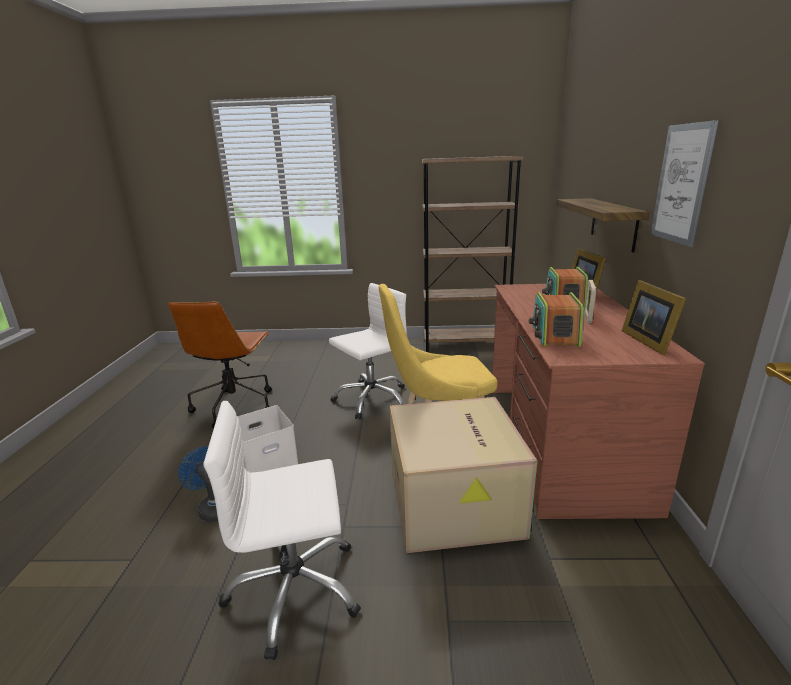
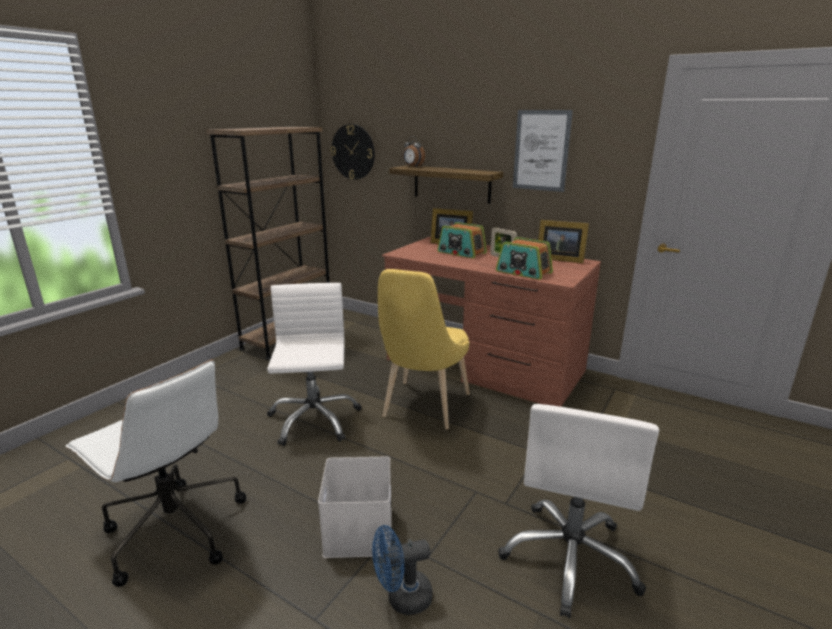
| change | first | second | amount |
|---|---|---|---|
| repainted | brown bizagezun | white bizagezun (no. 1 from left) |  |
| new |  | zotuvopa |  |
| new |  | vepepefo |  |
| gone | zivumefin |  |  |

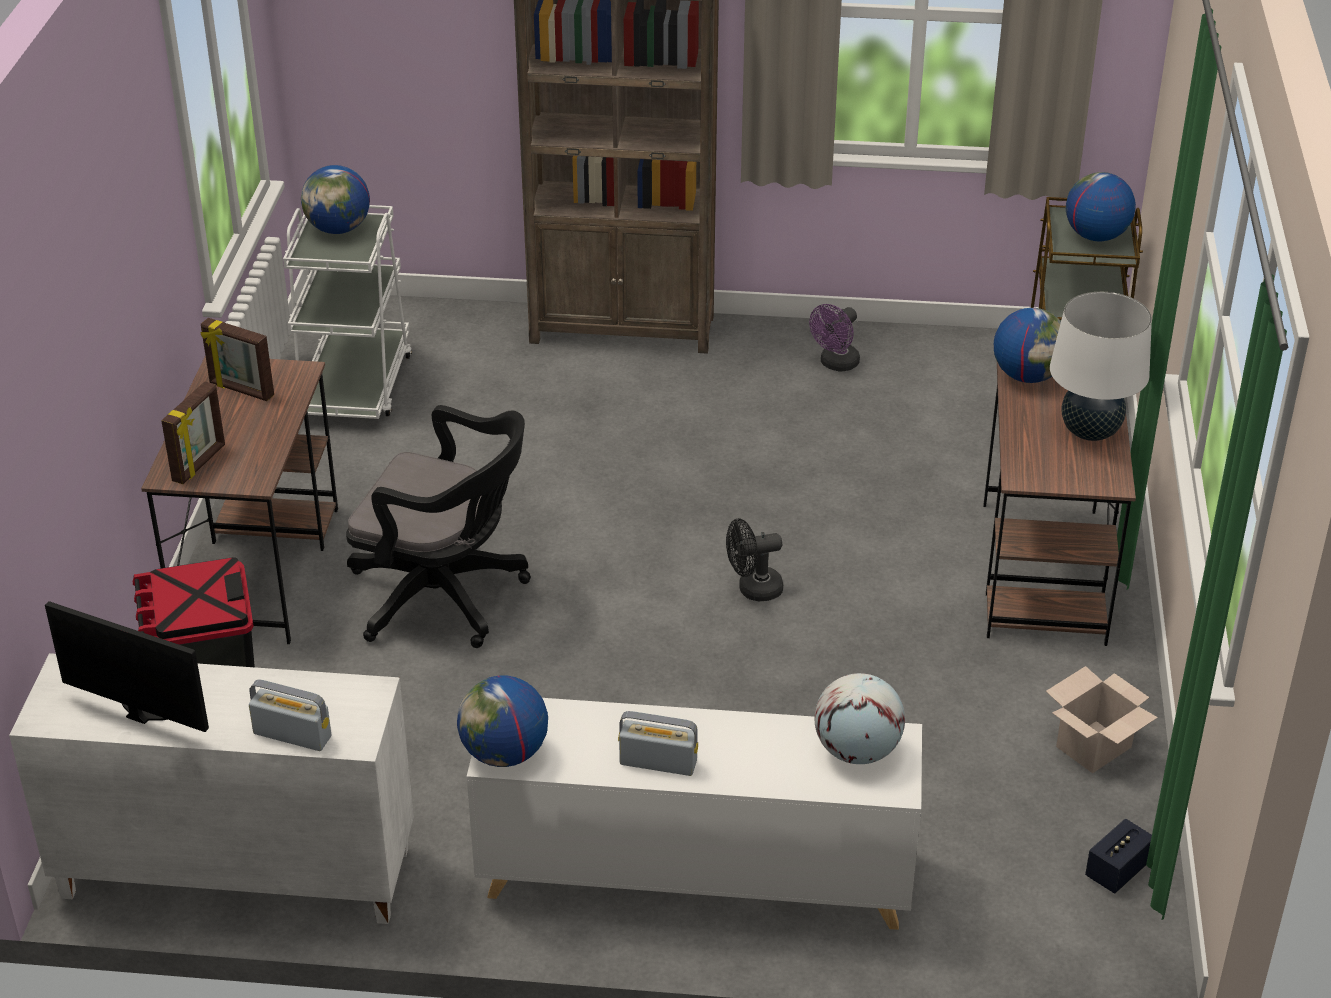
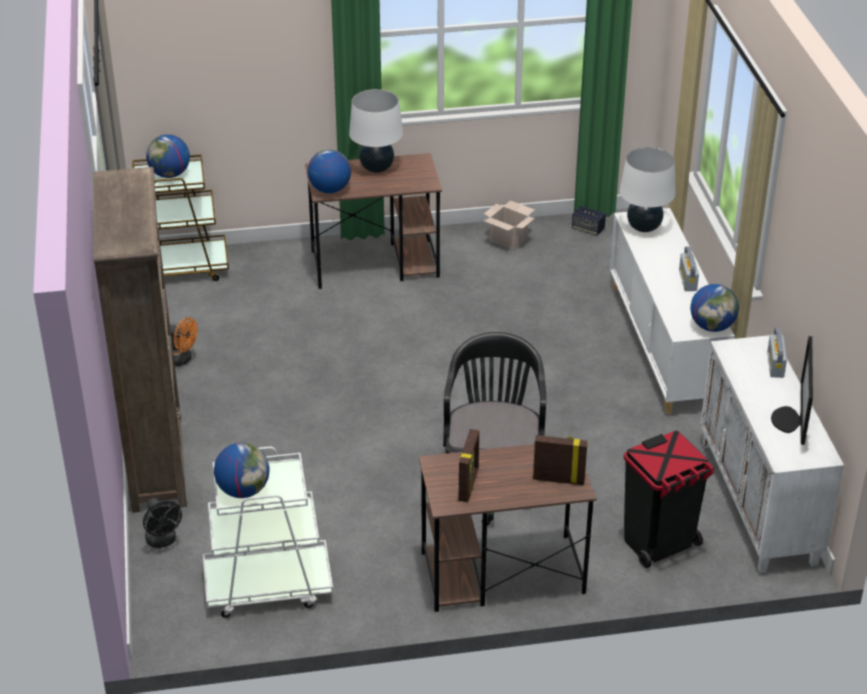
| change | first | second | amount |
|---|---|---|---|
| shifted | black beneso |  |  |
| repainted | purple beneso | orange beneso |  |
| swapped | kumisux (no. 3 from left) | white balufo (no. 2 from left) |  |

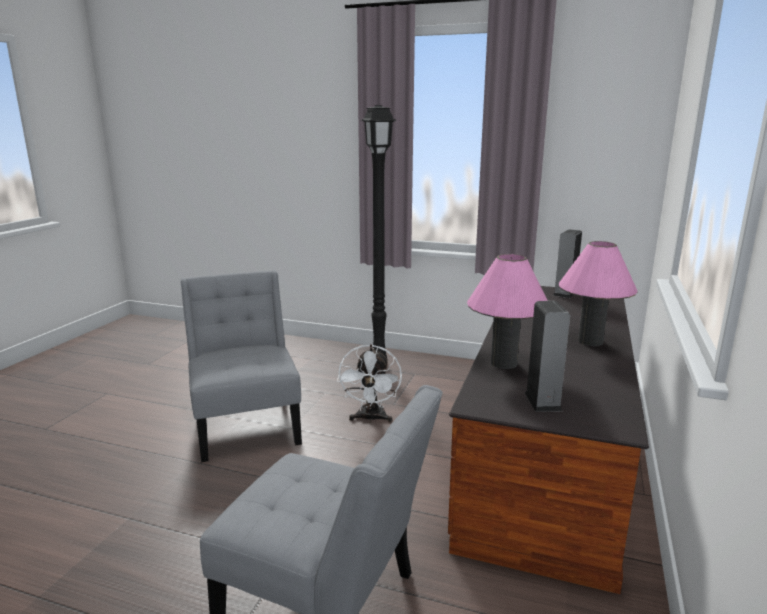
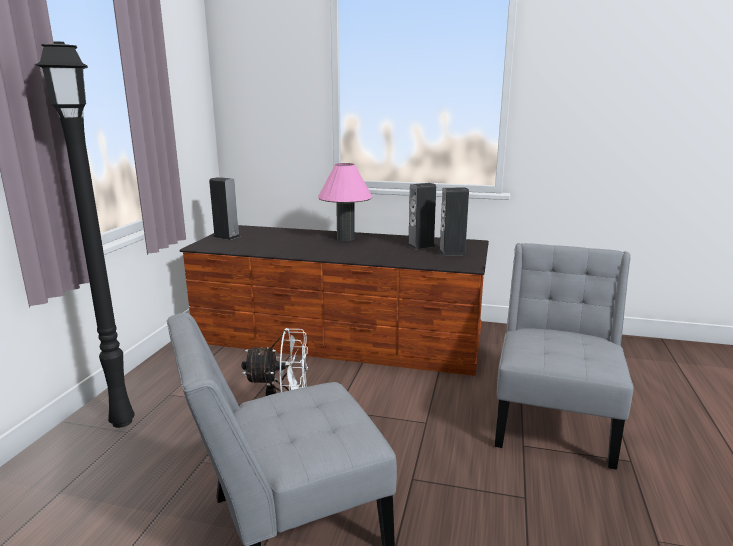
| change | first | second | amount |
|---|---|---|---|
| new |  | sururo (no. 2 from left) |  |
| gone | pink balufo (no. 1 from left) |  |  |

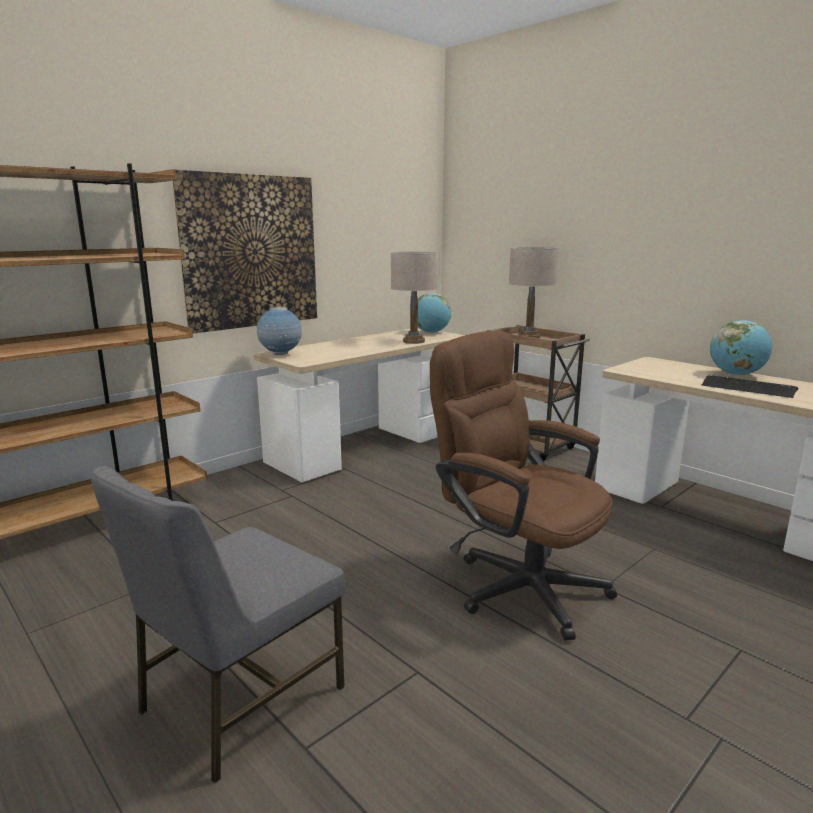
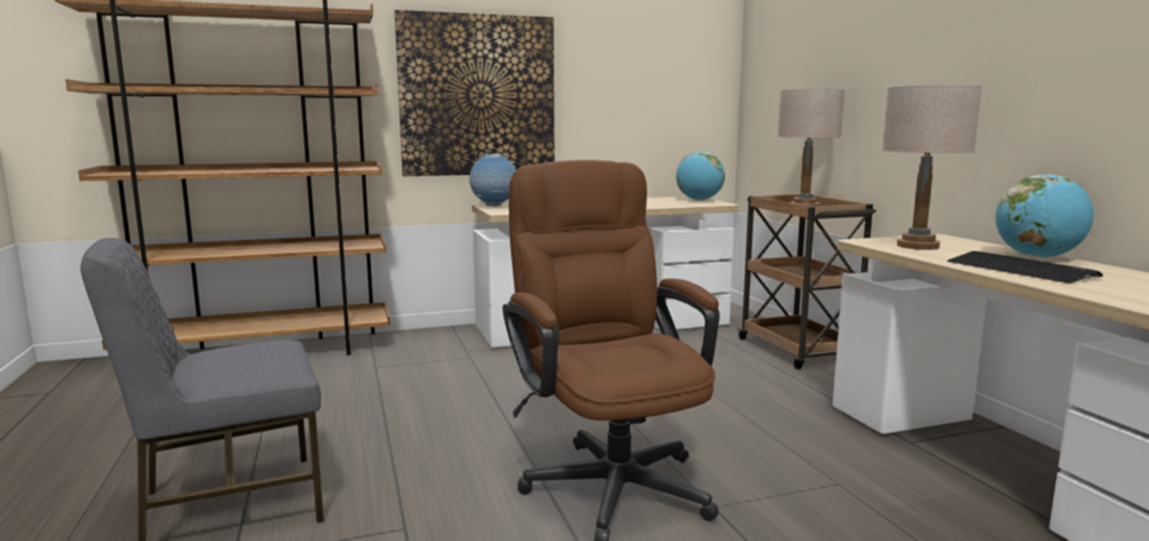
| change | first | second | amount |
|---|---|---|---|
| shifted | beige balufo (no. 1 from left in the first image) | beige balufo (no. 2 from left) |  |

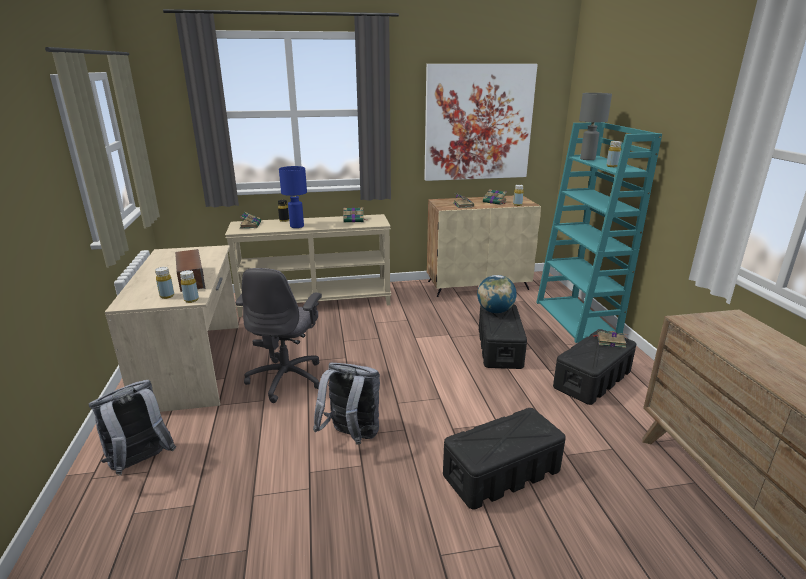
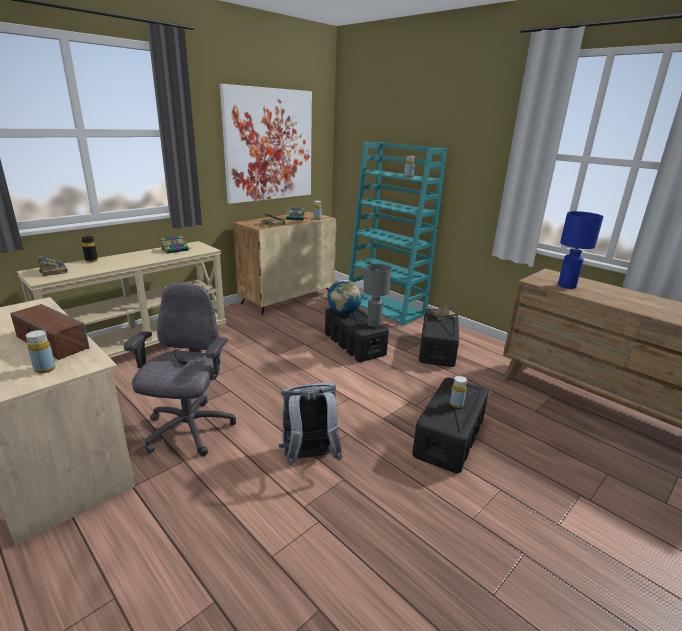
| change | first | second | amount |
|---|---|---|---|
| rotated | grey bizagezun |  | 150 degrees counterclockwise |
| shifted | grey balufo |  |  |
| shifted | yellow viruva (no. 2 from left in the first image) | yellow viruva (no. 4 from left) |  |
| shifted | blue balufo |  |  |
| gone | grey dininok (no. 1 from left) |  |  |

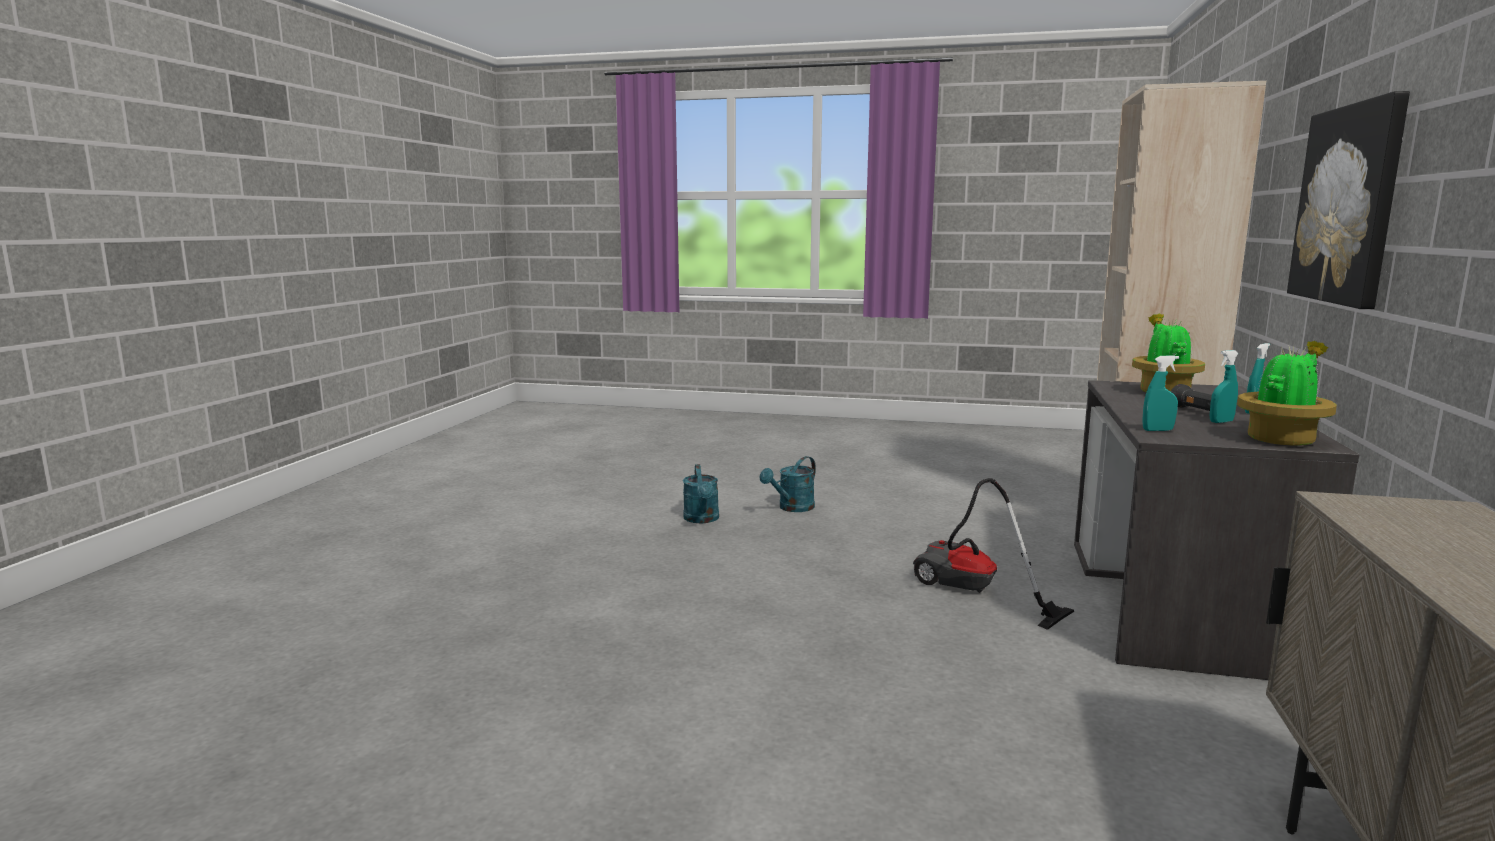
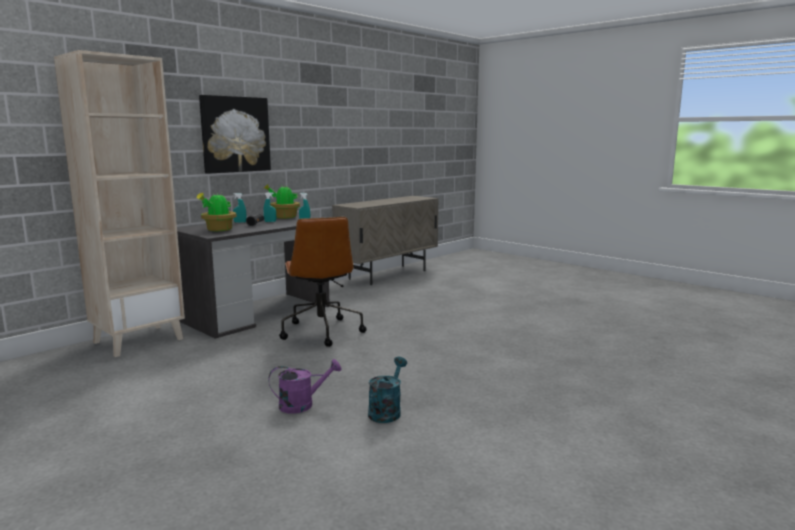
| change | first | second | amount |
|---|---|---|---|
| repainted | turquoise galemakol (no. 2 from left) | purple galemakol |  |
| swapped | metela | brown bizagezun |  |

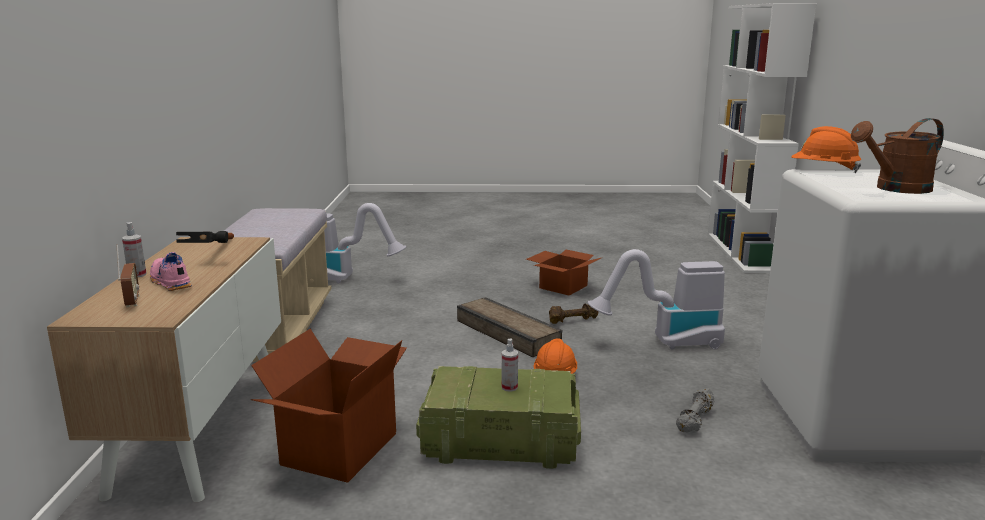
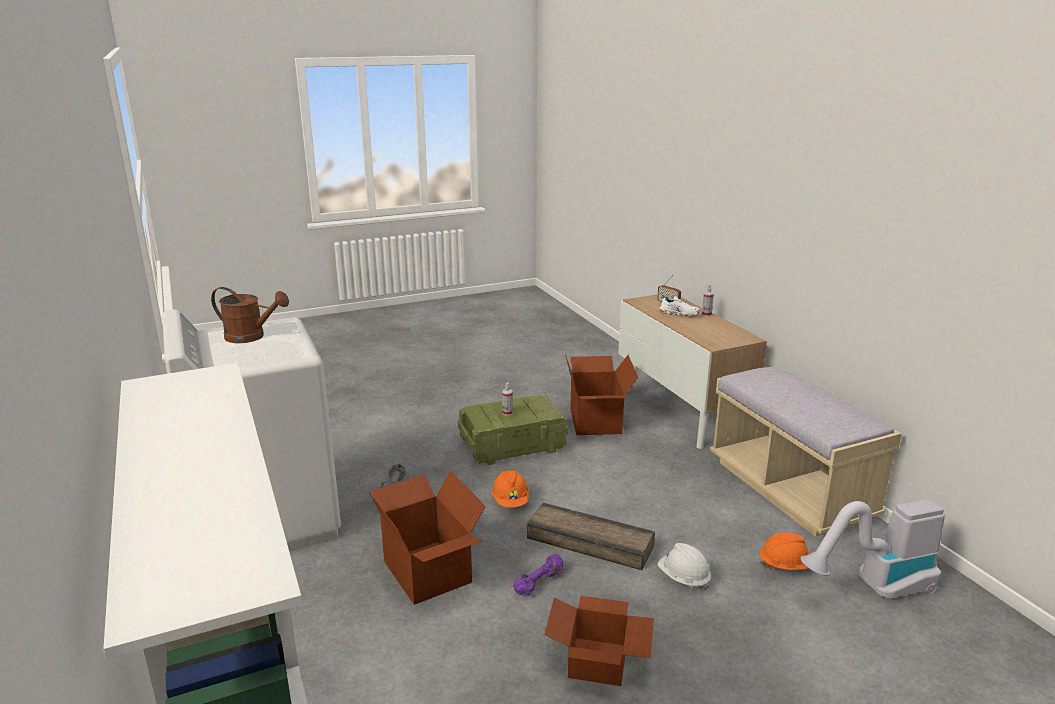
| change | first | second | amount |
|---|---|---|---|
| rotated | brown galemakol |  | 60 degrees clockwise |
| swapped | metela (no. 2 from left) | zivumefin (no. 1 from left) |  |
| repainted | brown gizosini | purple gizosini |  |
| new |  | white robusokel |  |
| repainted | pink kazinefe | white kazinefe |  |
| shifted | orange robusokel (no. 2 from left) |  |  |
| gone | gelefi |  |  |

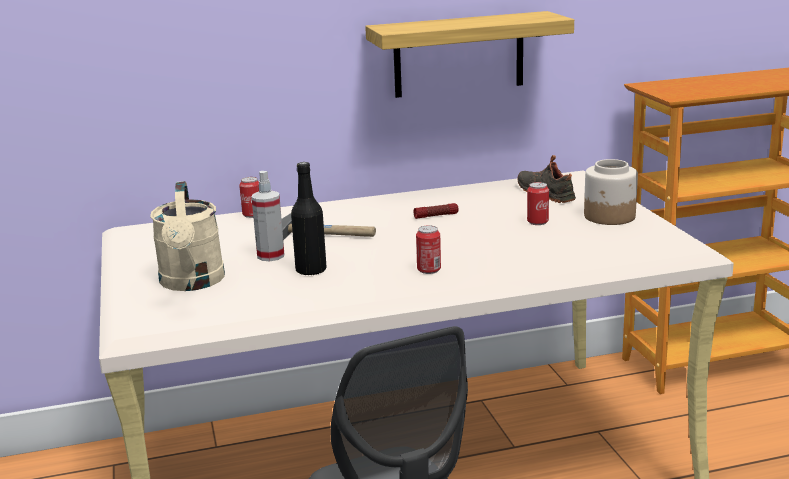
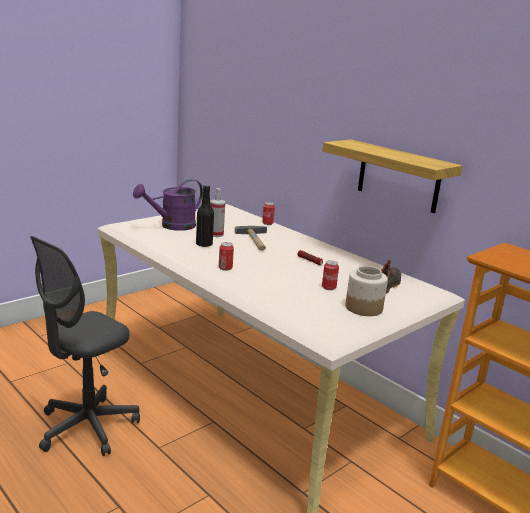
| change | first | second | amount |
|---|---|---|---|
| repainted | beige galemakol | purple galemakol |  |

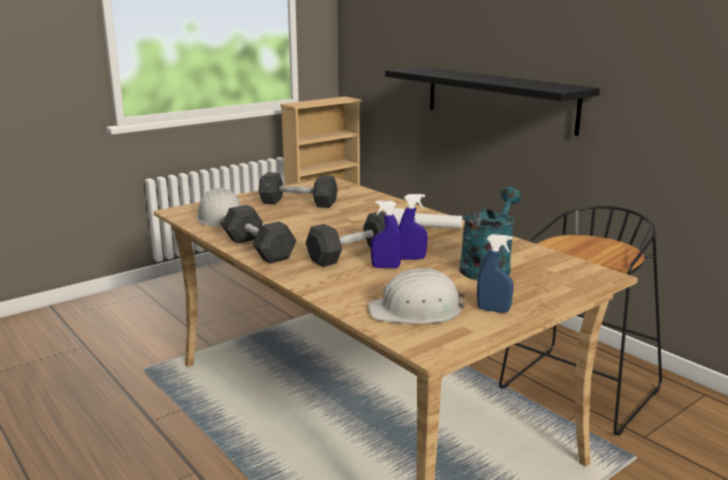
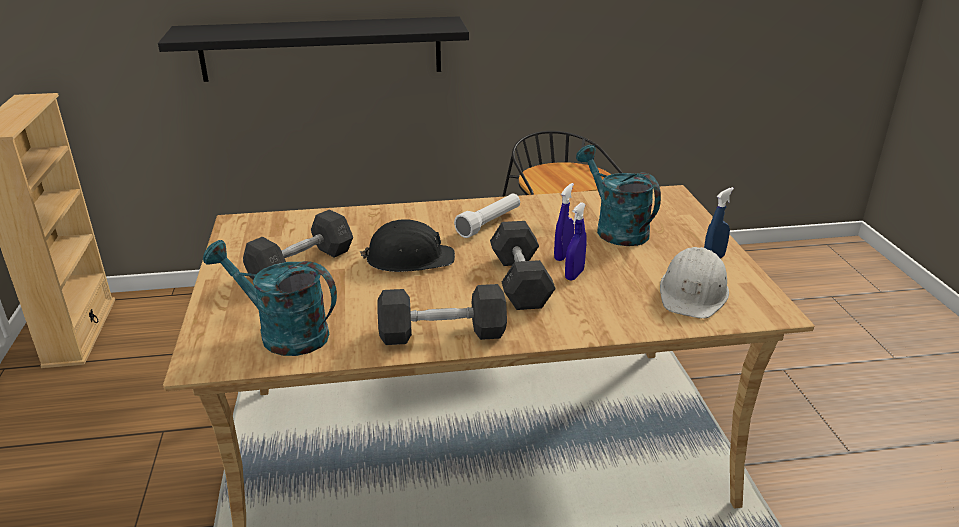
| change | first | second | amount |
|---|---|---|---|
| swapped | white robusokel (no. 1 from left) | turquoise galemakol (no. 1 from left) |  |
| new |  | black robusokel |  |

